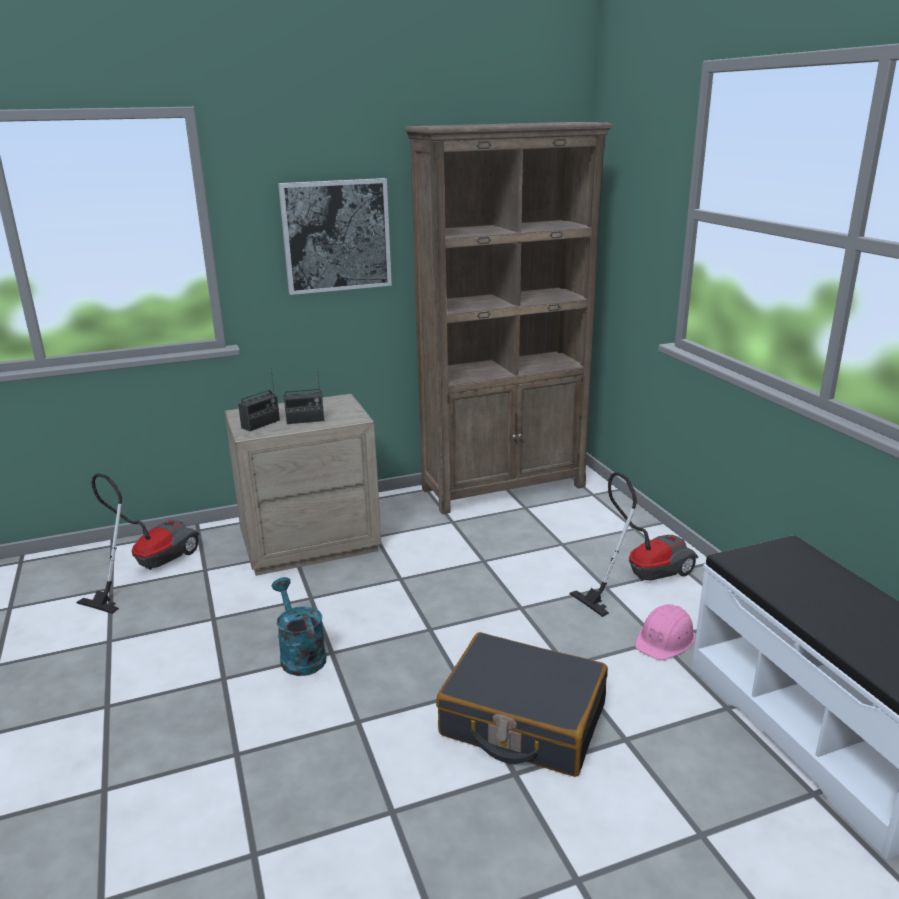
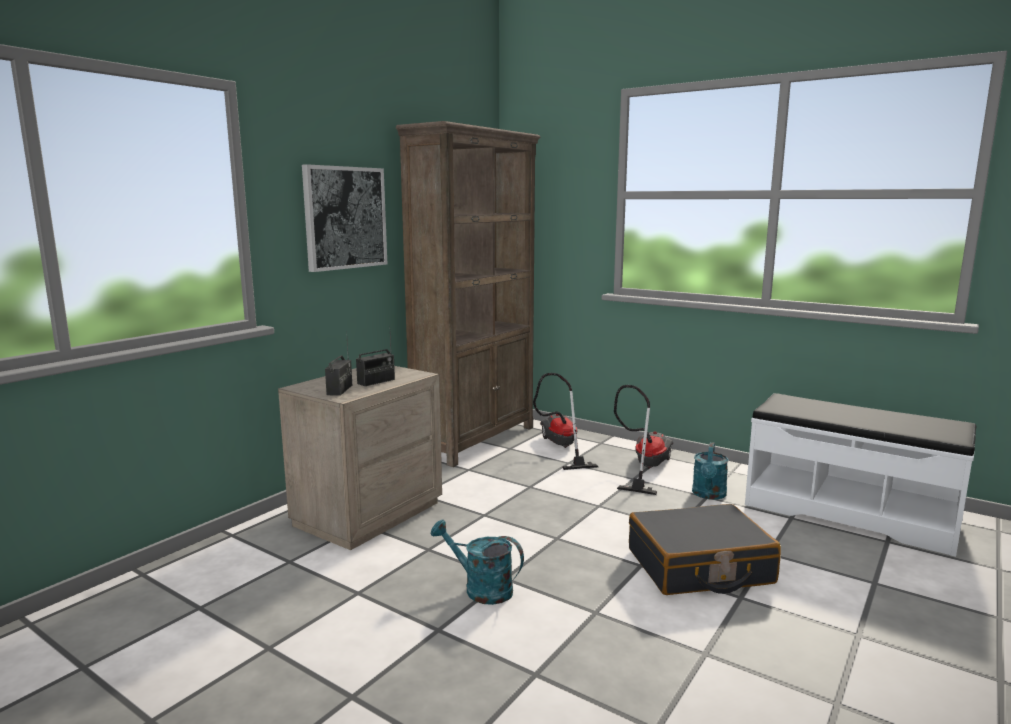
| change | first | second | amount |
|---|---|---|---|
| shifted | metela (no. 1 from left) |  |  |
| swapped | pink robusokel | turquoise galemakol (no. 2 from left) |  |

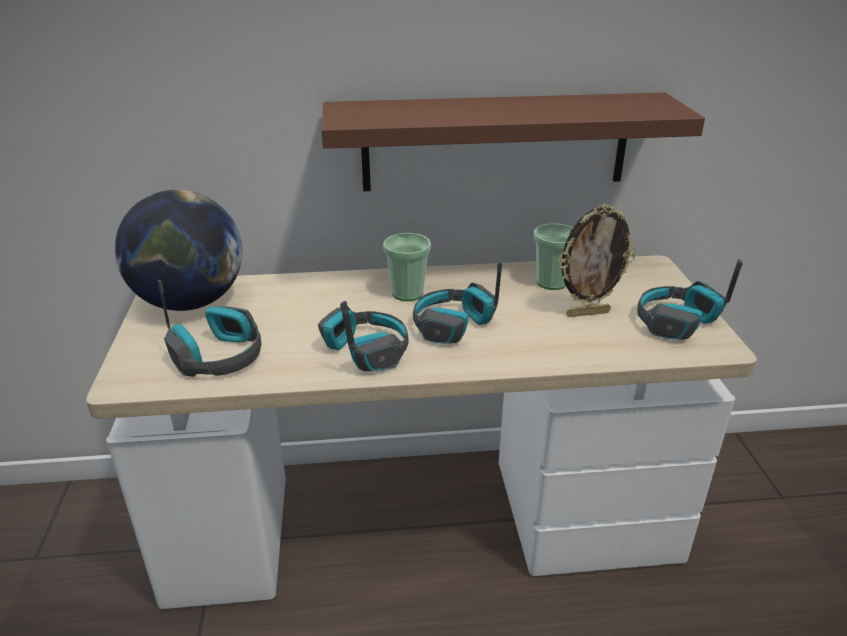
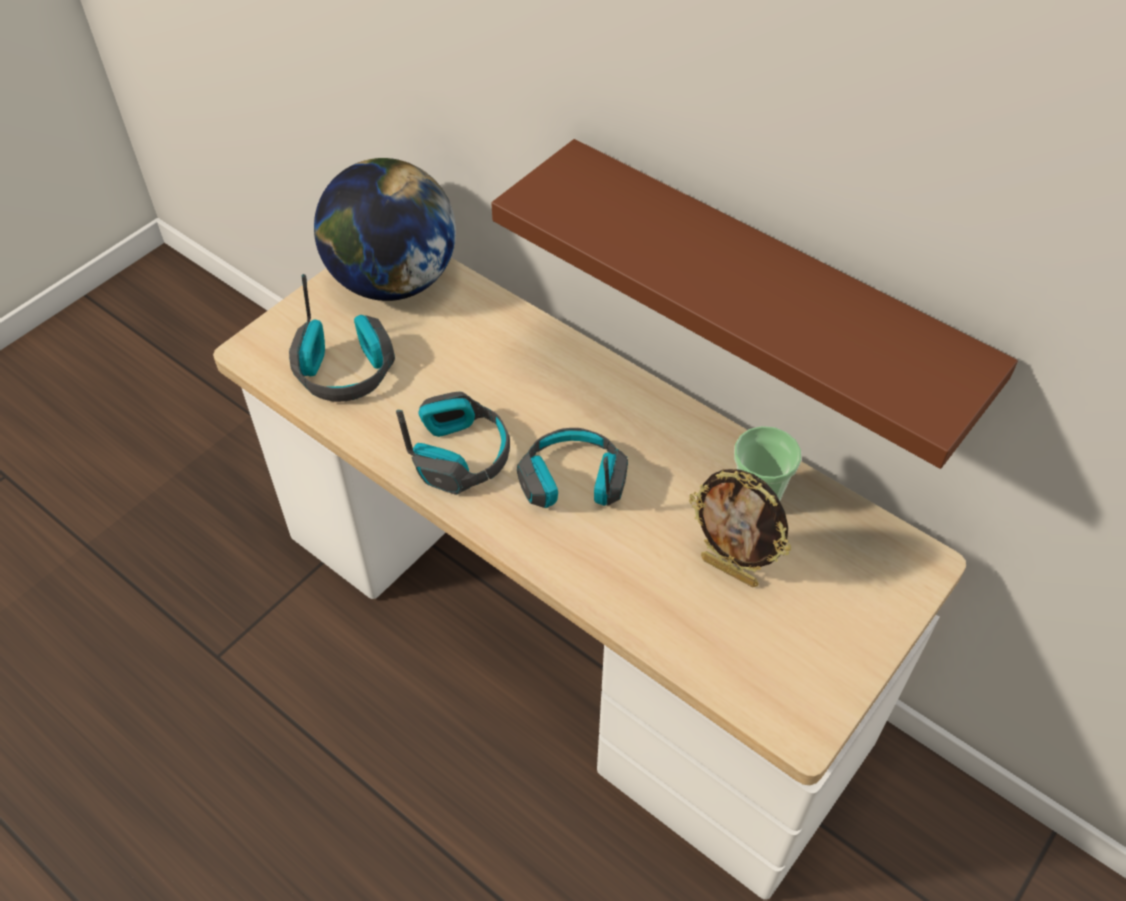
| change | first | second | amount |
|---|---|---|---|
| gone | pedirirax (no. 1 from left) |  |  |
| gone | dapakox (no. 4 from left) |  |  |

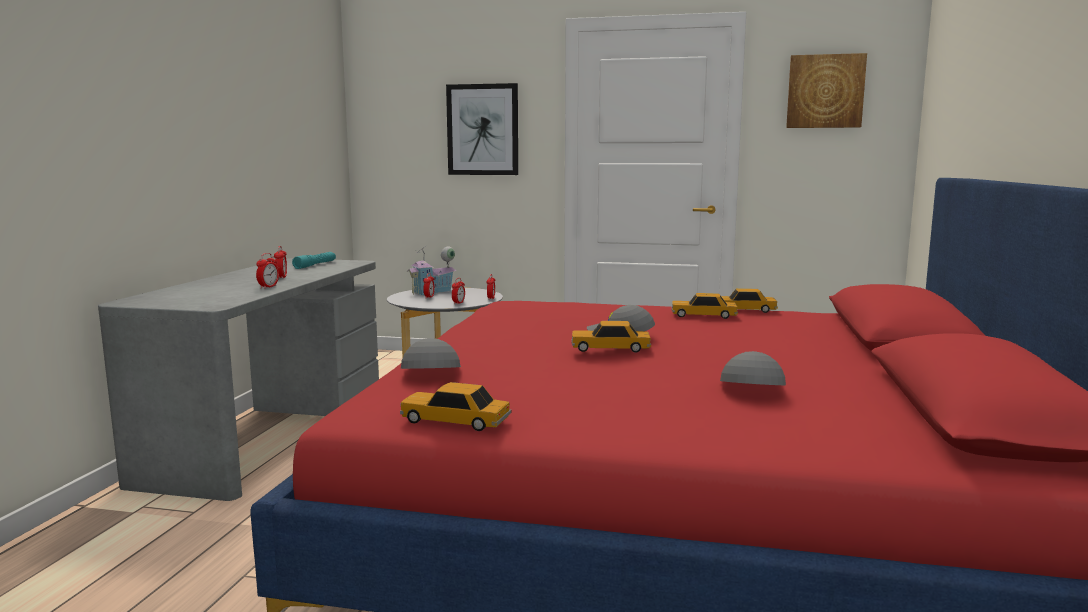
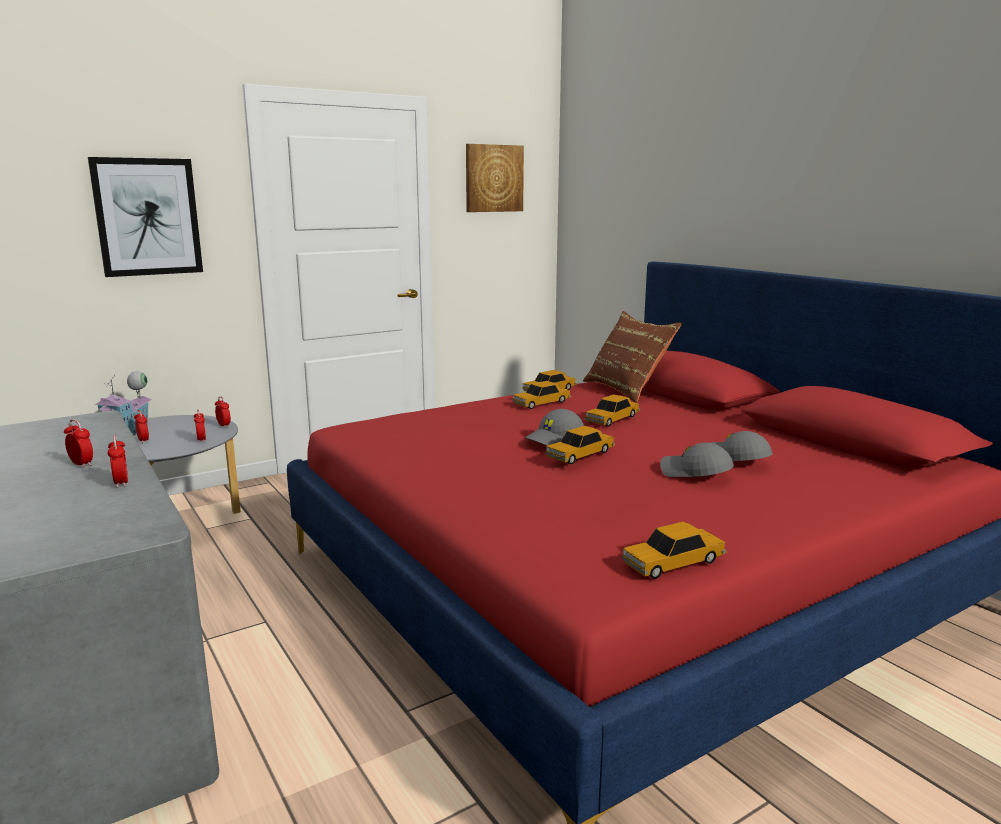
| change | first | second | amount |
|---|---|---|---|
| new |  | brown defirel |  |
| new |  | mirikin (no. 4 from left) |  |
| shifted | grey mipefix (no. 1 from left in the first image) | grey mipefix (no. 2 from left) |  |
| gone | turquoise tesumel |  |  |

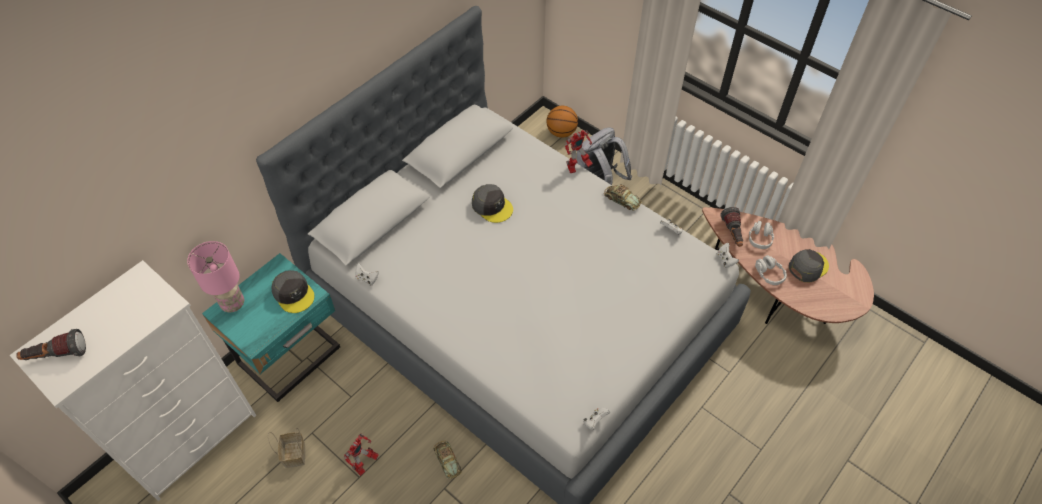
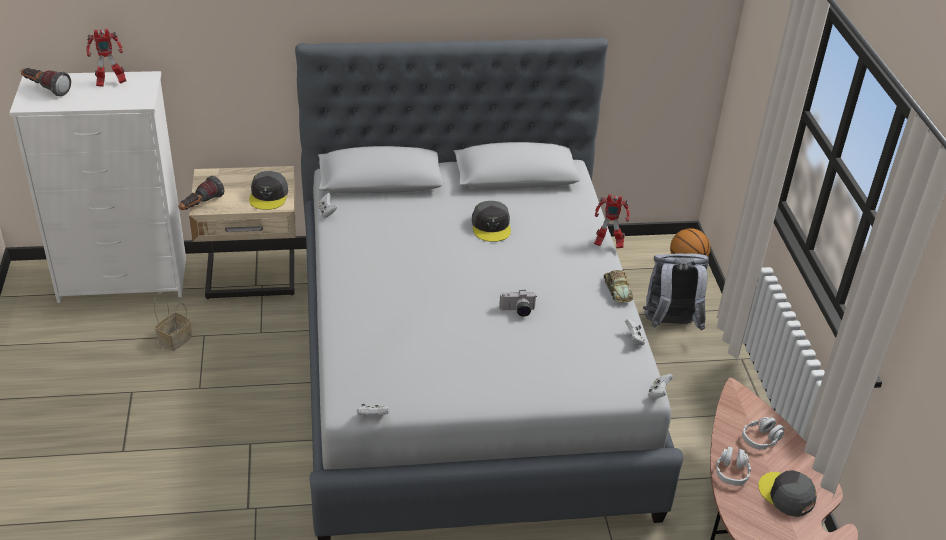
| change | first | second | amount |
|---|---|---|---|
| shifted | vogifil (no. 1 from left) |  |  |
| shifted | tesumel (no. 2 from left) |  |  |
| repainted | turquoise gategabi | beige gategabi |  |
| new |  | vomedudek |  |
| rotated | grey mipefix (no. 3 from left) |  | 135 degrees counterclockwise |
| gone | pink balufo |  |  |
| gone | mirikin (no. 1 from left) |  |  |

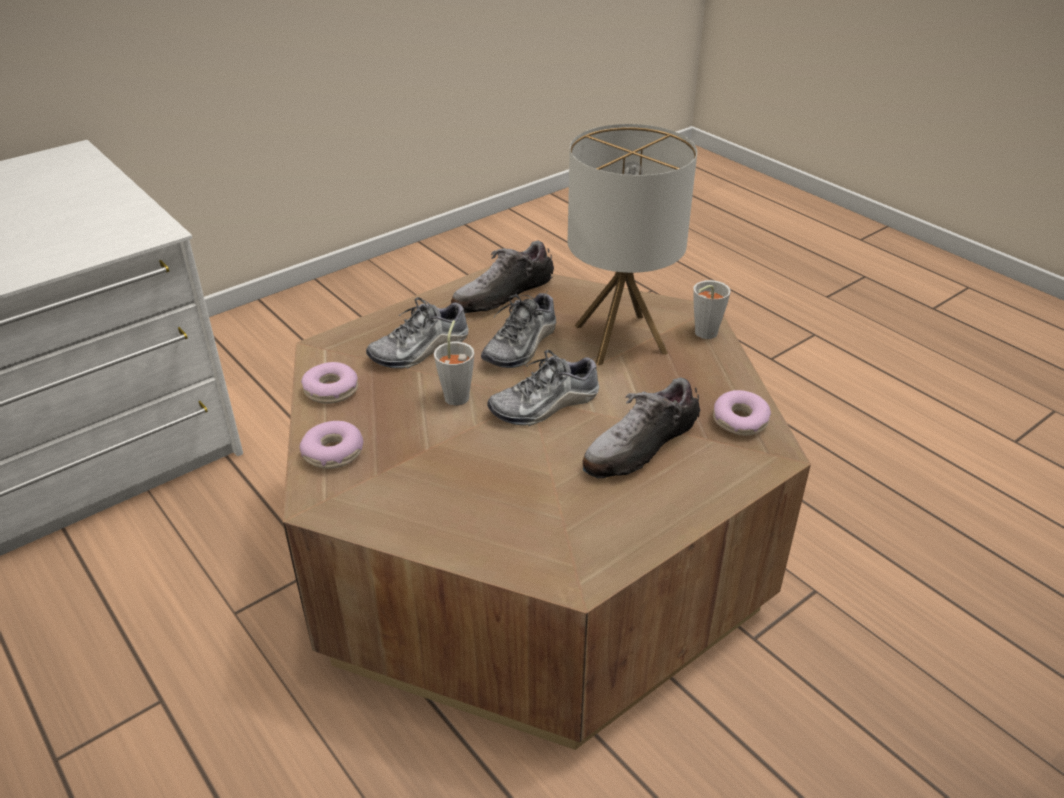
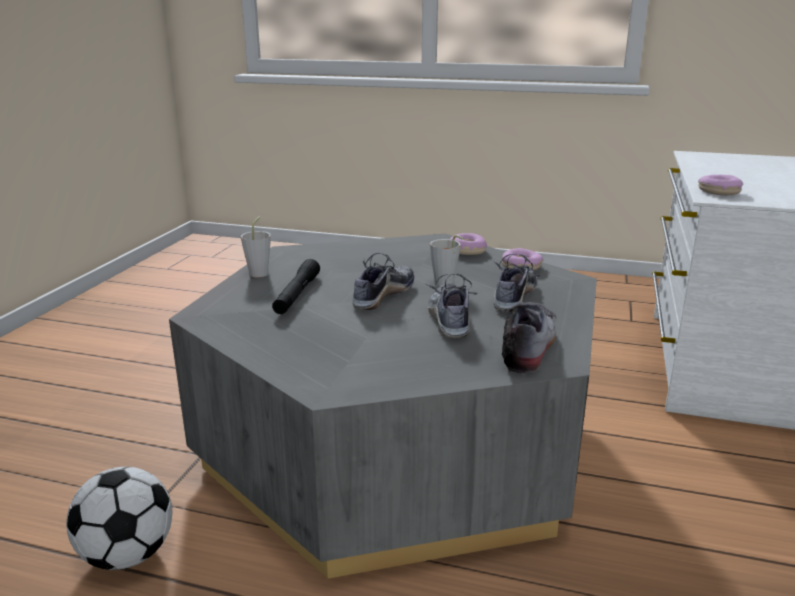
| change | first | second | amount |
|---|---|---|---|
| new |  | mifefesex |  |
| repainted | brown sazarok | grey sazarok |  |
| shifted | grey pedirirax (no. 2 from left in the first image) | grey pedirirax (no. 1 from left) |  |
| swapped | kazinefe (no. 5 from left) | black tesumel |  |
| shifted | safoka (no. 3 from left) |  |  |
| gone | balufo |  |  |

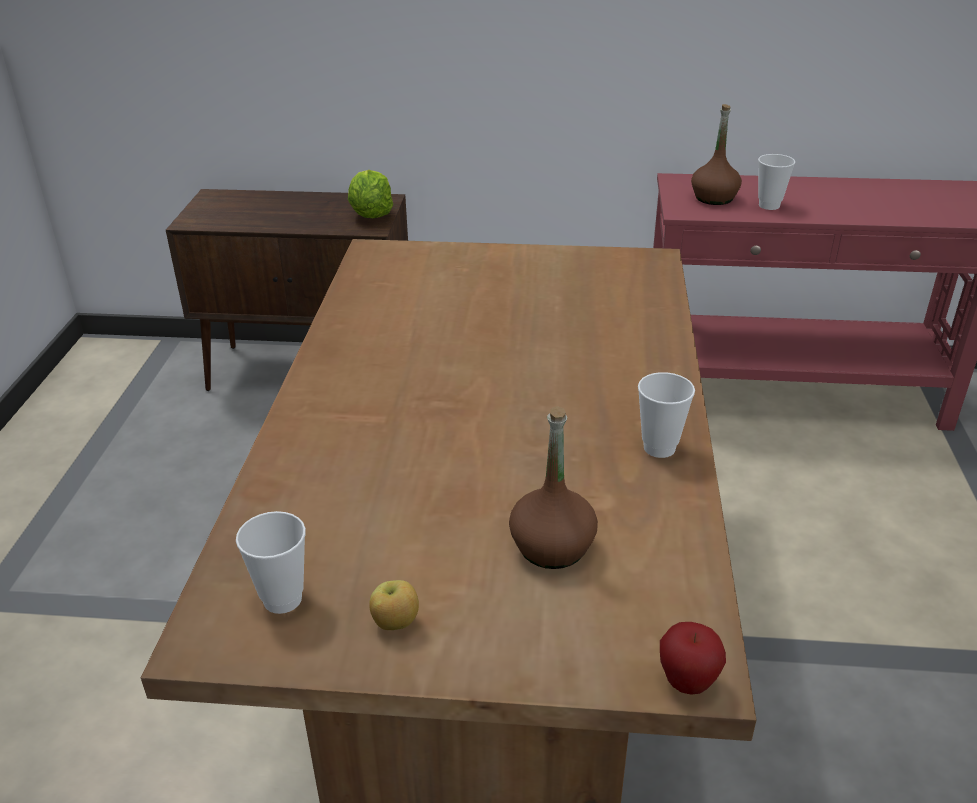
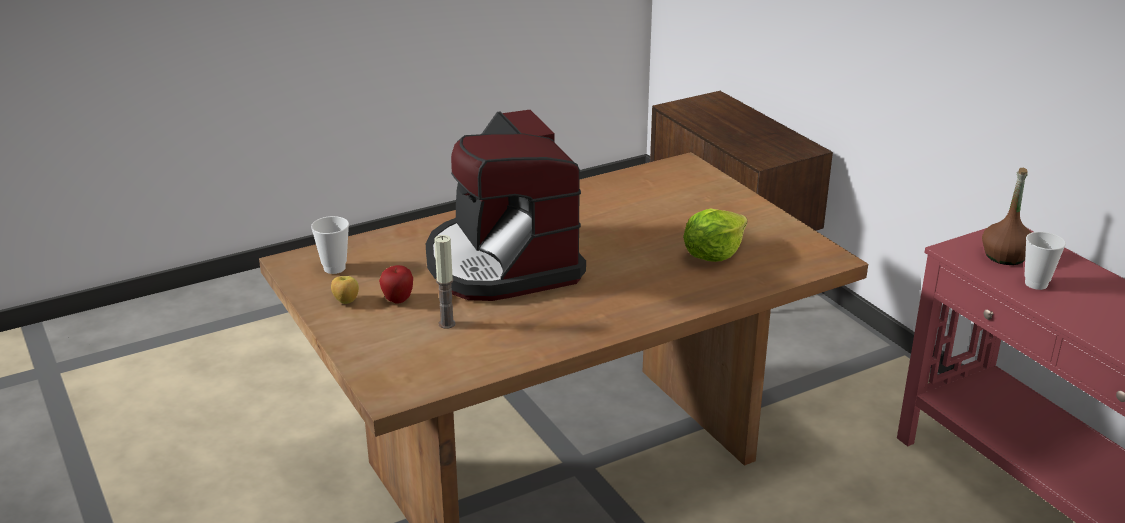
| change | first | second | amount |
|---|---|---|---|
| shifted | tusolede (no. 2 from left) |  |  |
| new |  | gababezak |  |
| swapped | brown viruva (no. 1 from left) | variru |  |
| shifted | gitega |  |  |
| gone | pedirirax (no. 2 from left) |  |  |

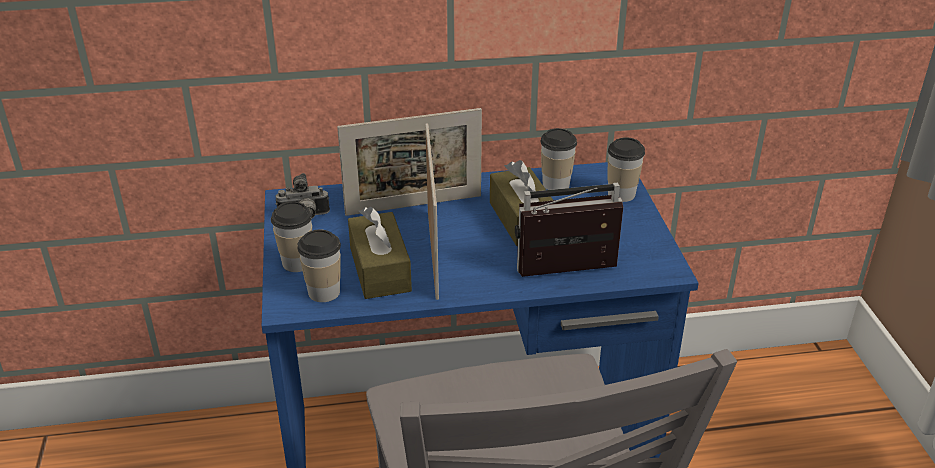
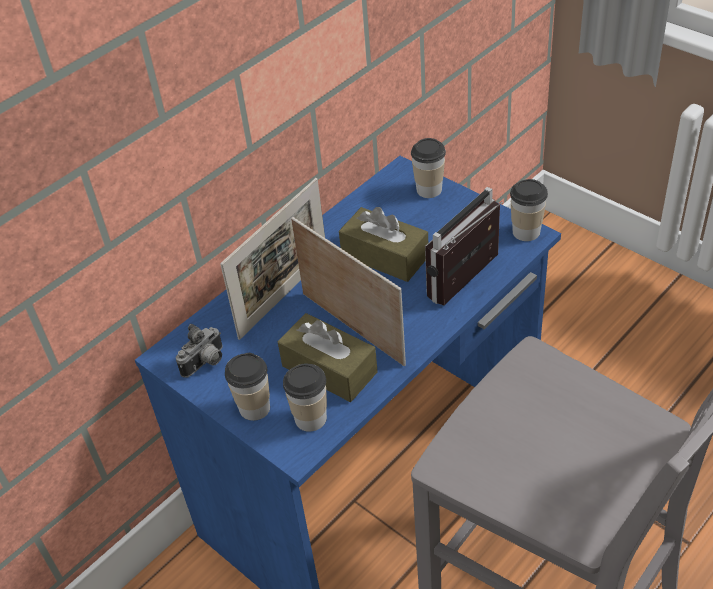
| change | first | second | amount |
|---|---|---|---|
| shifted | pedirirax (no. 3 from left in the first image) | pedirirax (no. 4 from left) |  |

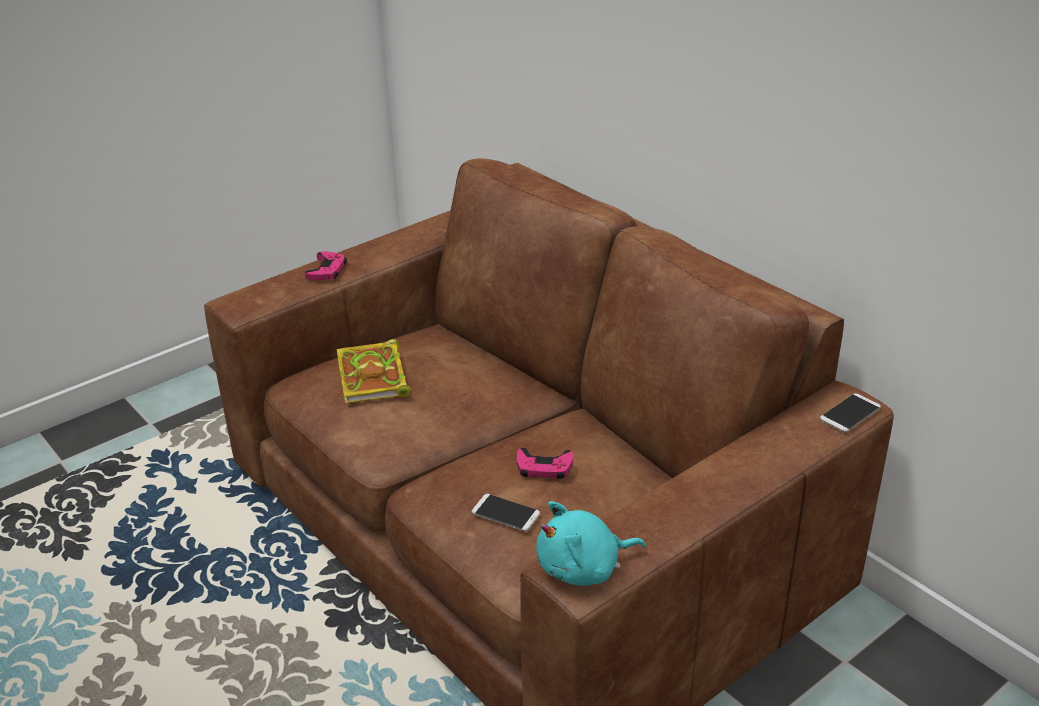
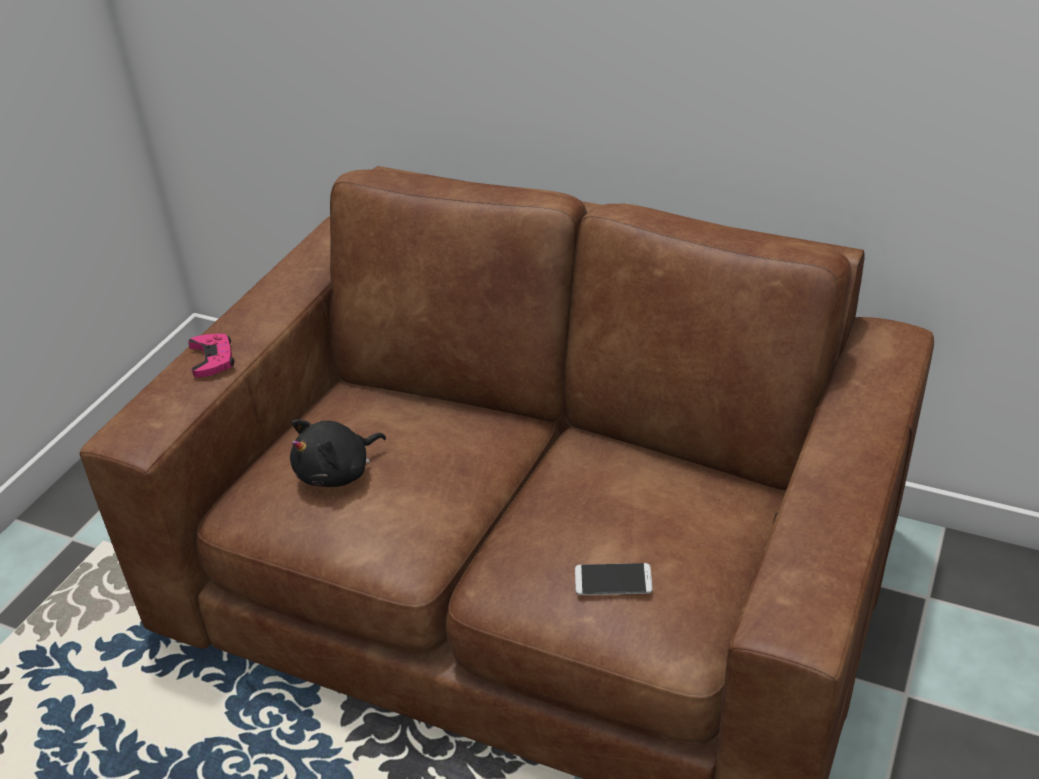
| change | first | second | amount |
|---|---|---|---|
| swapped | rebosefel | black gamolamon |  |
| gone | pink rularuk (no. 2 from left) |  |  |
| gone | turquoise gamolamon |  |  |
| gone | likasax (no. 2 from left) |  |  |

